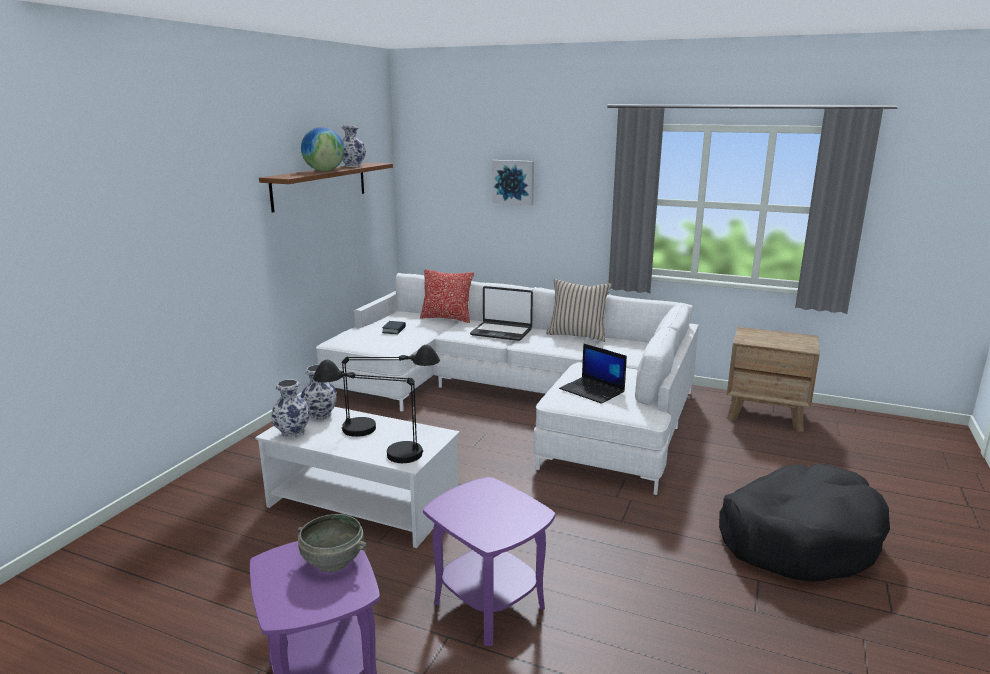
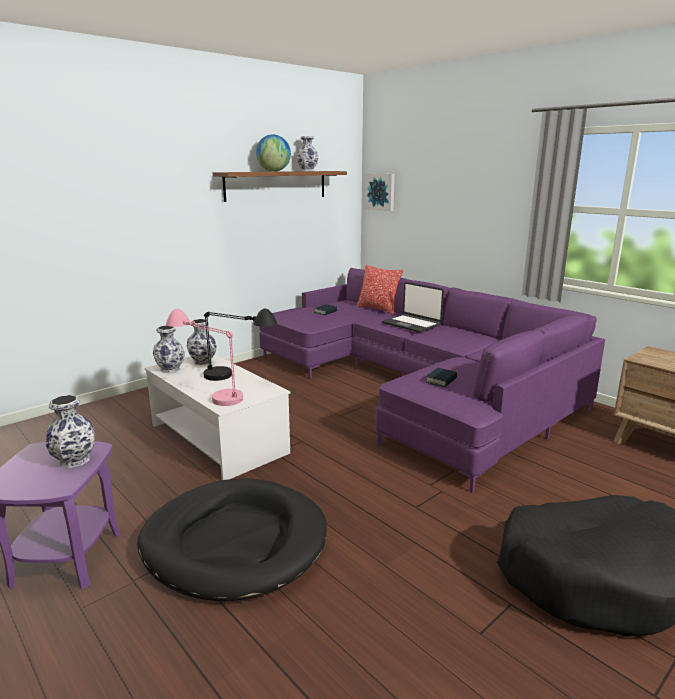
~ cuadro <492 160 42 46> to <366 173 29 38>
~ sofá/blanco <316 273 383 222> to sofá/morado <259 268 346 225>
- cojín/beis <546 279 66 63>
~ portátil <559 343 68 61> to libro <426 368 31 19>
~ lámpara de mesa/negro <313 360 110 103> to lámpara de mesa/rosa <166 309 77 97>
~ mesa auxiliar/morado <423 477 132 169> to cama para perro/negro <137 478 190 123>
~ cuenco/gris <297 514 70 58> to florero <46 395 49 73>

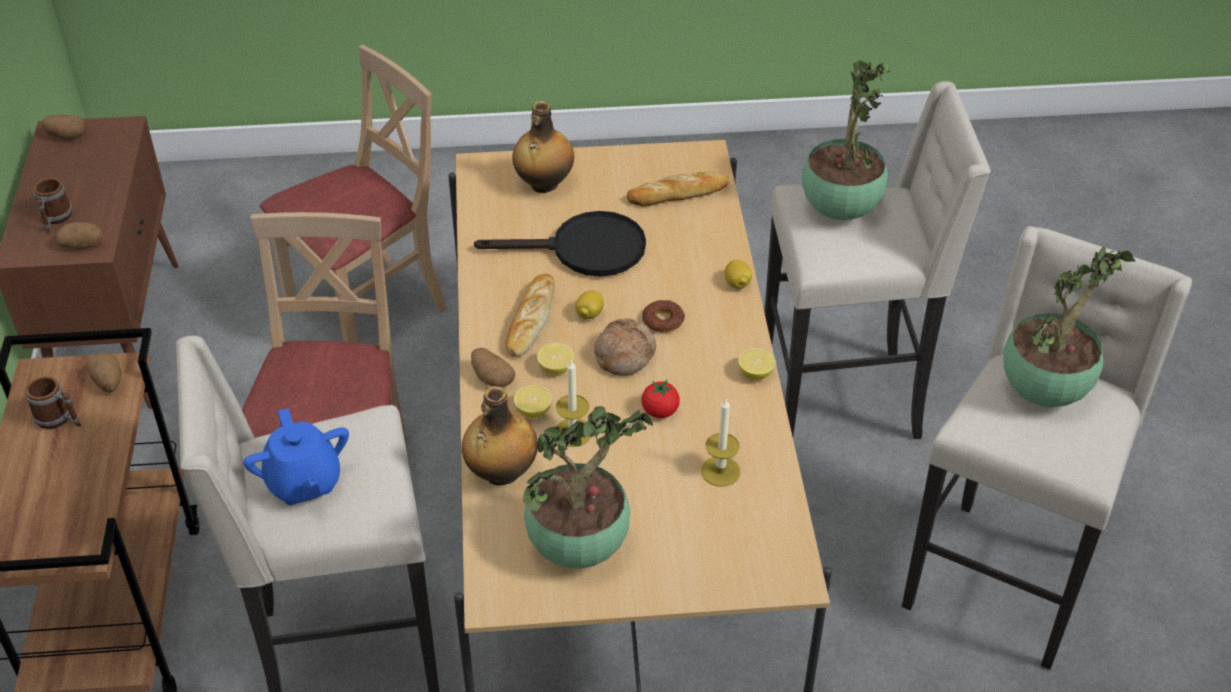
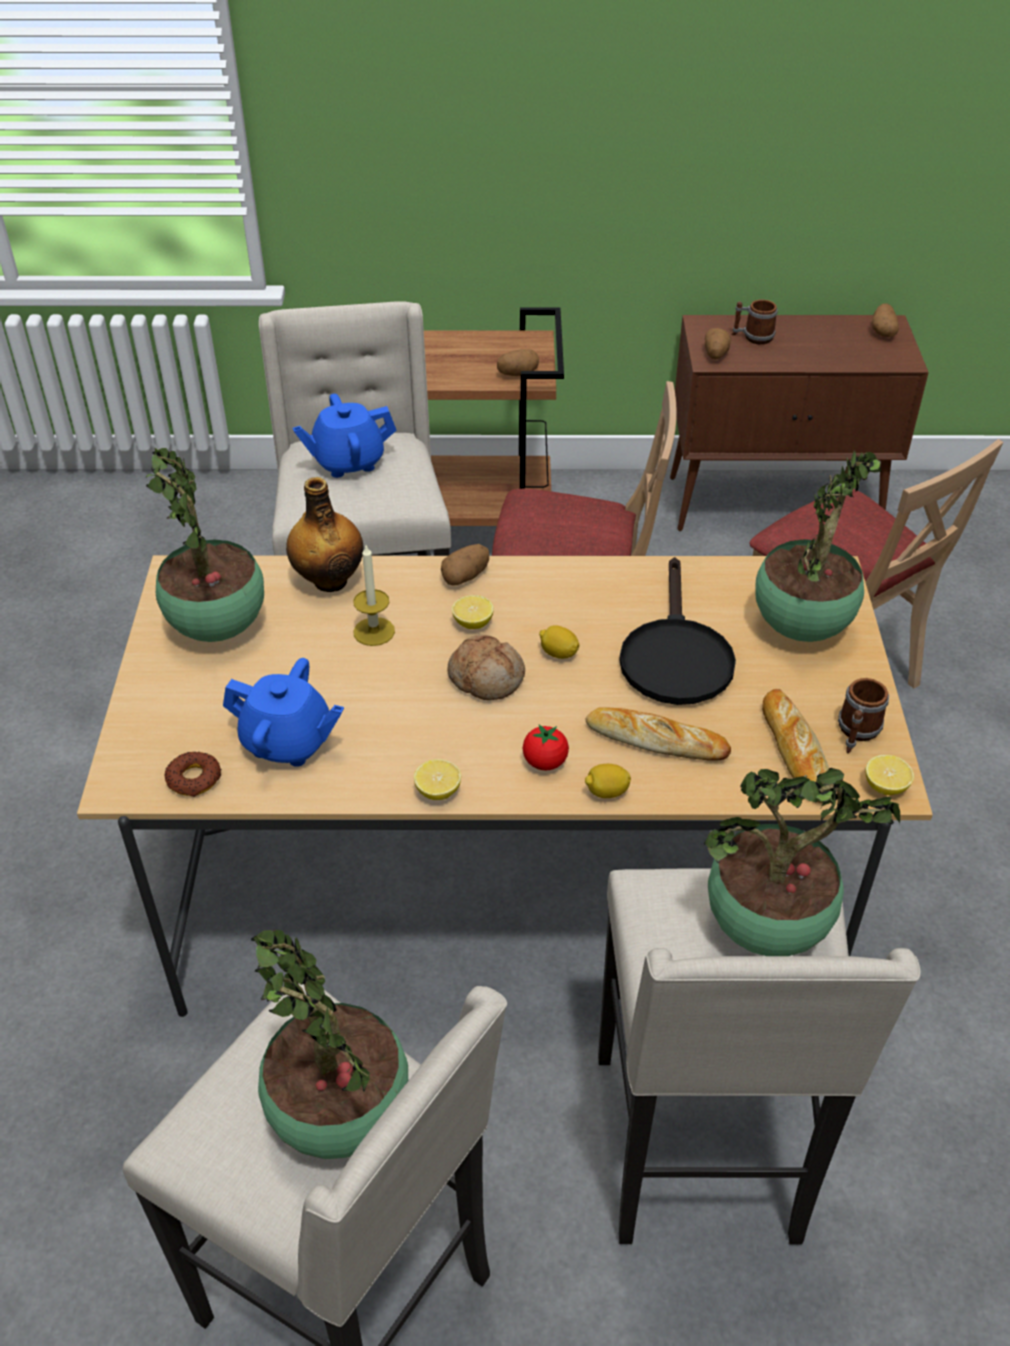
~ botella <512 101 62 92> to planta en maceta <755 450 126 192>
~ pan <505 274 49 83> to <585 708 146 53>
~ rosquilla <642 300 43 33> to <164 752 57 45>
~ taza grande <25 376 56 53> to <838 678 51 76>
~ tomate <641 380 39 38> to <522 724 47 47>
~ limón <514 385 38 33> to <866 755 48 40>
~ vela <701 399 39 87> to tetera/azul <223 658 121 109>

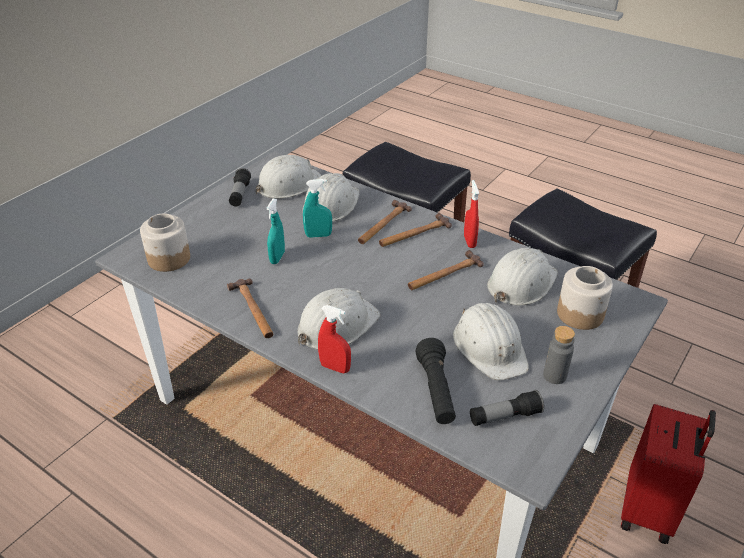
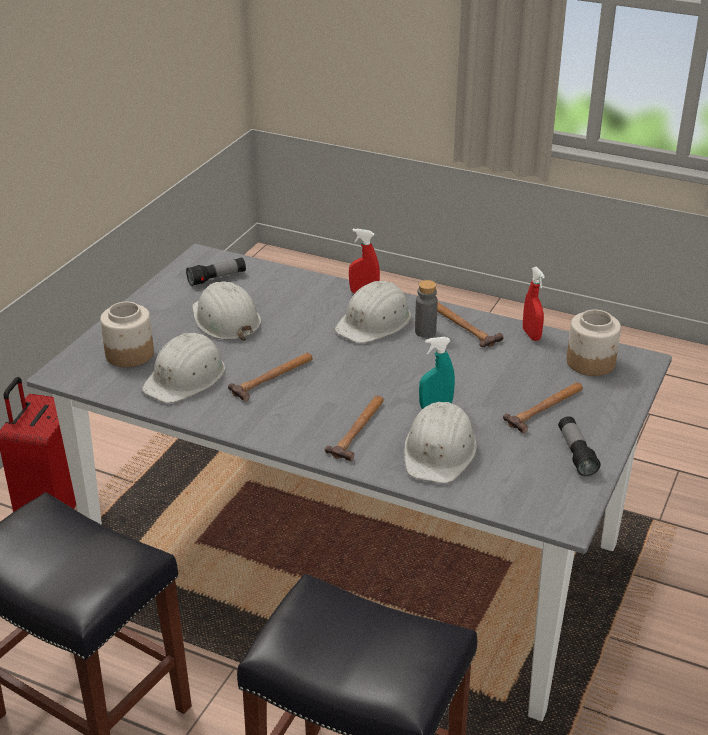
- casco/blanco <255 155 67 44>
~ pulverizador/rojo <464 180 15 68> to <523 267 22 74>
- pulverizador/turquesa <266 199 19 65>
~ martillo <379 213 73 34> to <503 382 80 51>
~ botella/gris <543 326 32 58> to <415 280 23 58>
- linterna/negro <415 338 41 86>

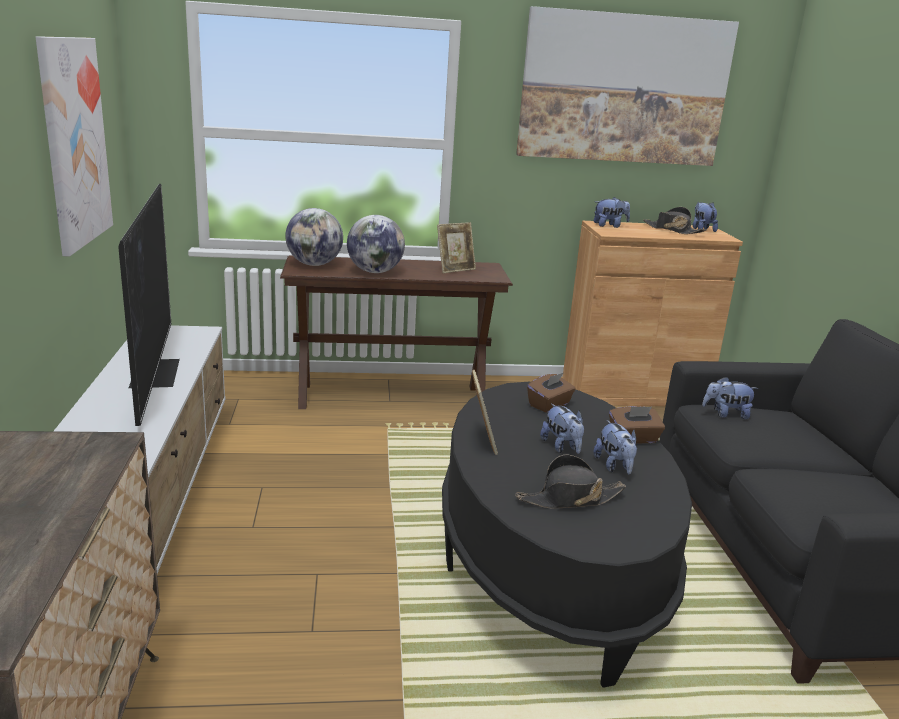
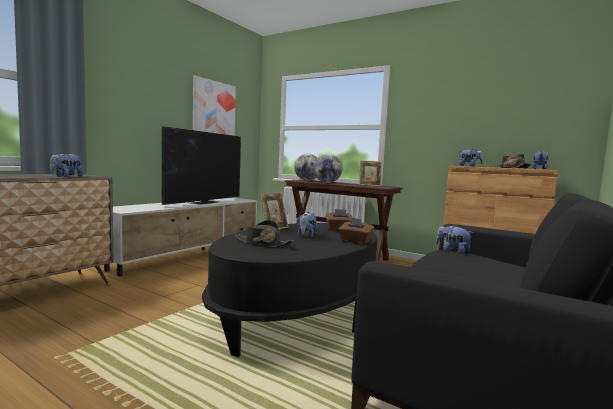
- cuadro <516 6 223 160>
~ peluche <593 420 44 54> to <50 153 33 24>

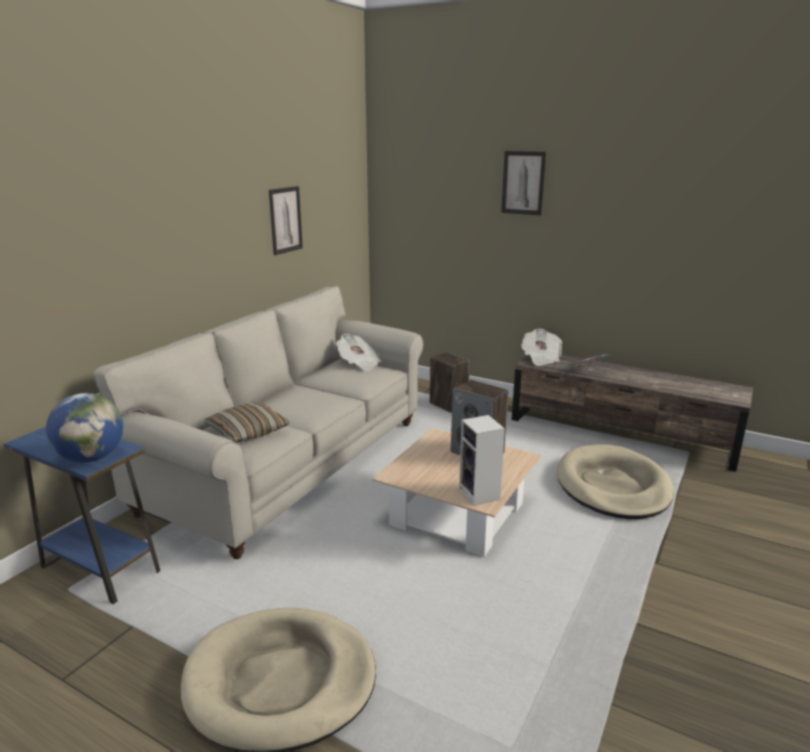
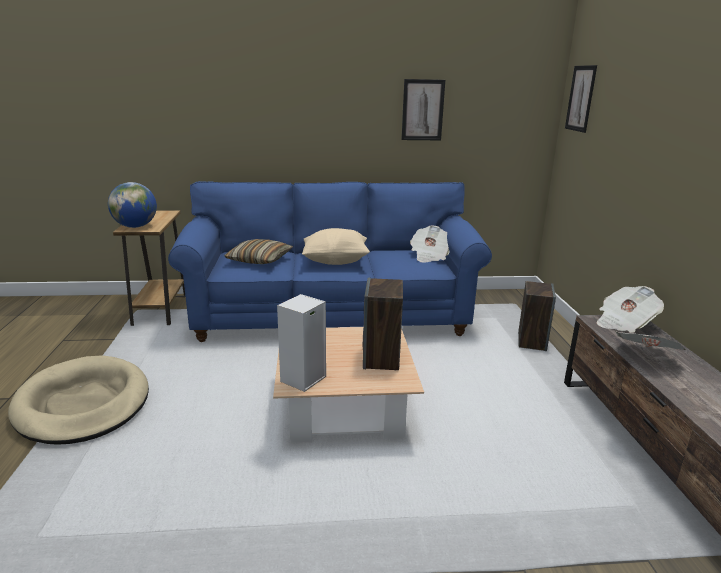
~ cuadro <501 151 45 64> to <565 65 32 68>
~ sofá/beis <93 286 330 273> to sofá/azul <168 181 324 161>
~ mesa auxiliar/azul <4 427 156 177> to mesa auxiliar/marrón <113 210 72 116>
- cama para perro/beis <557 444 117 75>
+ cojín/beis <302 228 68 37>

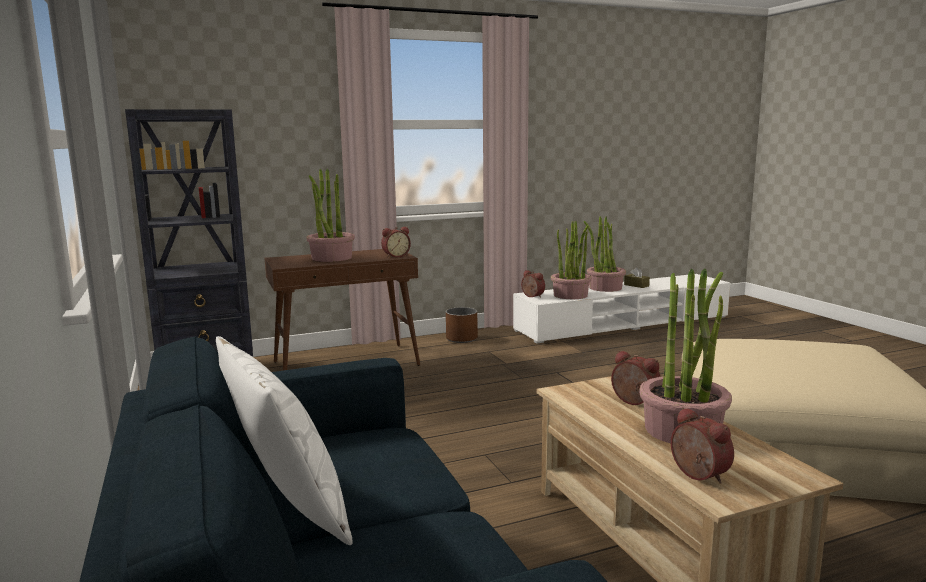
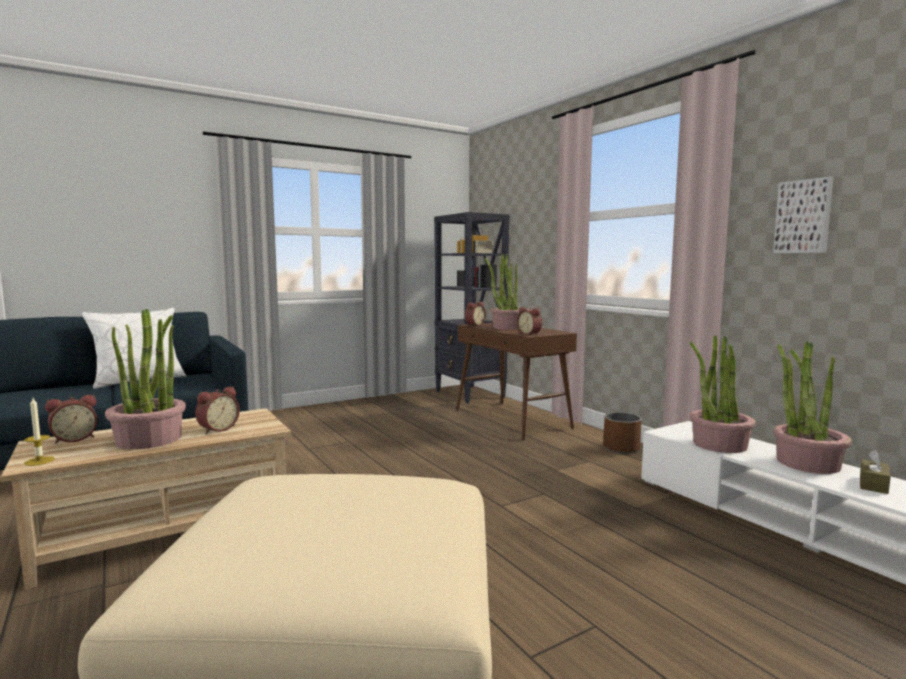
~ despertador <521 270 24 28> to <465 302 21 24>
+ cuadro <773 177 61 76>
+ vela <24 398 31 68>

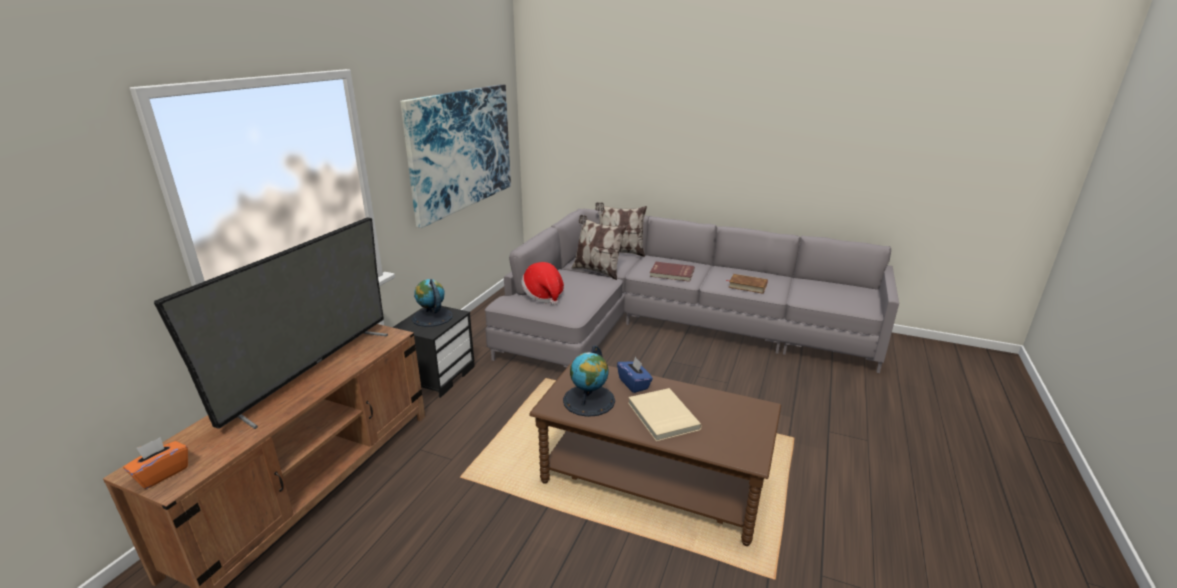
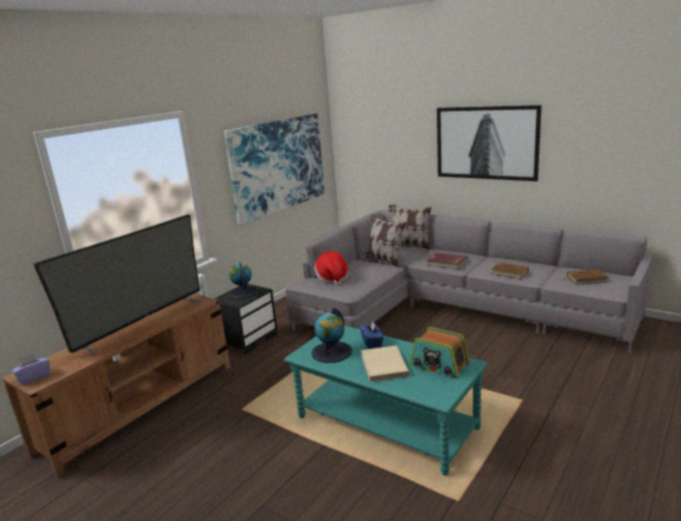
~ mesa de centro/marrón <529 360 252 186> to mesa de centro/turquesa <284 325 203 151>
~ caja de pañuelos/naranja <123 437 65 52> to caja de pañuelos/morado <12 353 38 32>
+ cuadro <437 105 104 76>
+ libro/marrón <564 269 44 16>
+ radio <410 327 60 51>

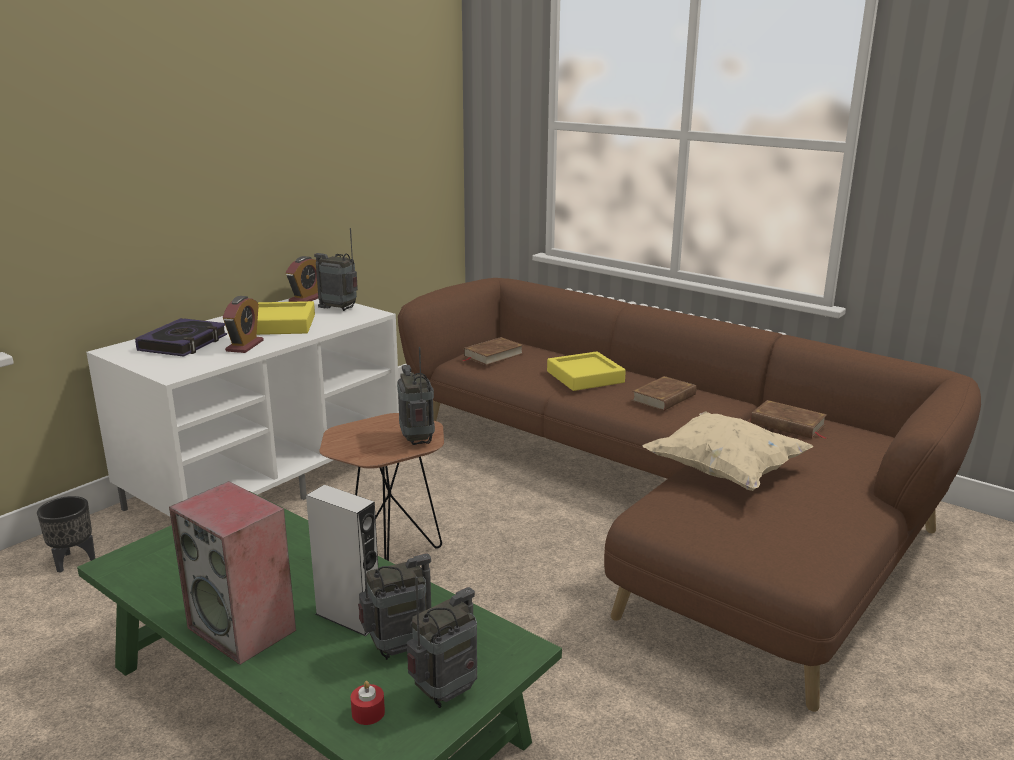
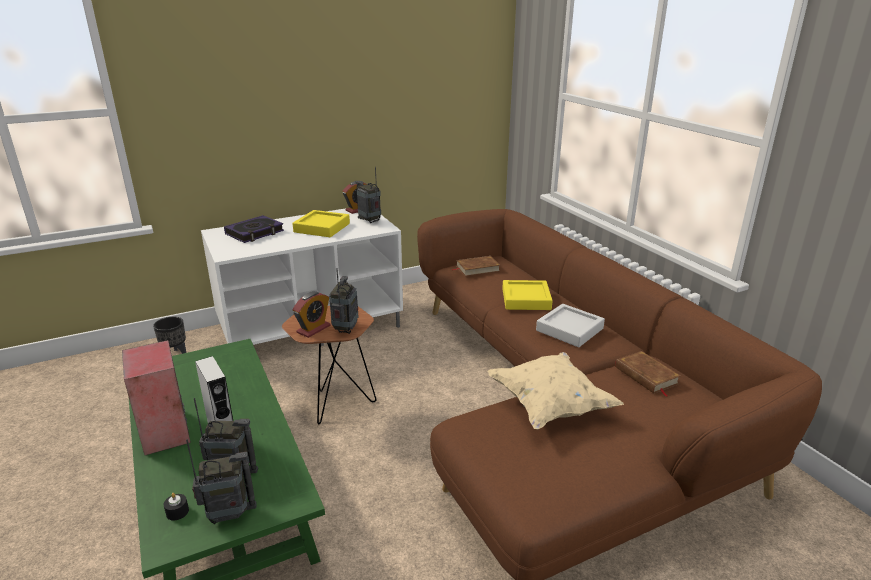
~ despertador <223 296 41 57> to <292 291 39 47>
~ libro/marrón <632 376 65 35> to bandeja/gris <536 304 69 43>
~ vela/rojo <351 681 34 44> to vela/negro <164 493 25 28>

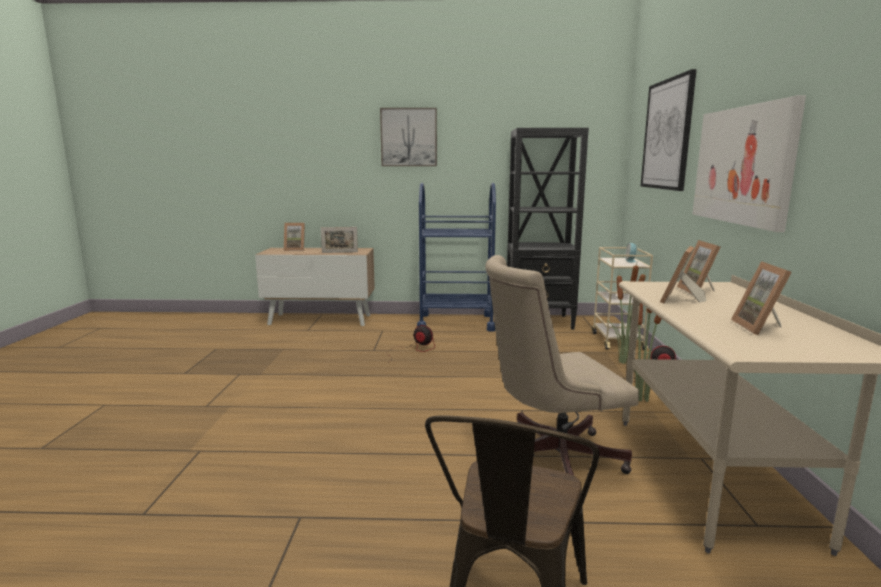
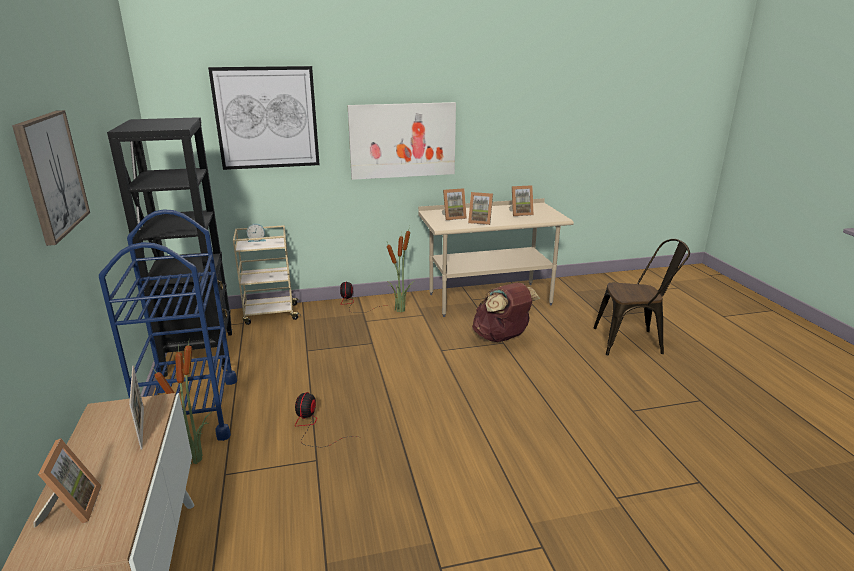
~ silla de oficina/beis <485 255 154 221> to mochila/marrón <472 282 68 60>
~ planta en maceta <606 264 40 100> to <151 343 61 121>

